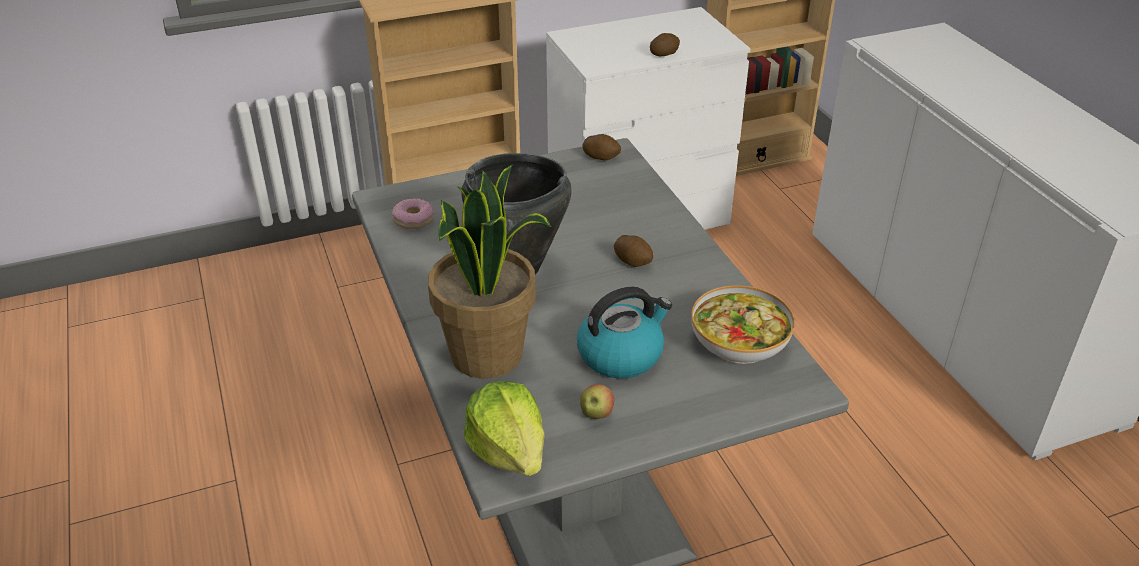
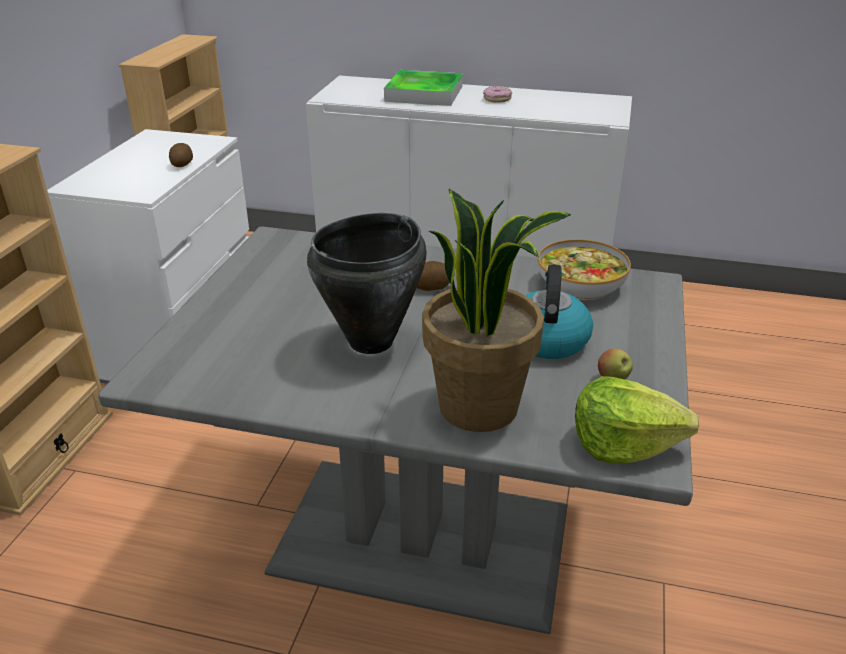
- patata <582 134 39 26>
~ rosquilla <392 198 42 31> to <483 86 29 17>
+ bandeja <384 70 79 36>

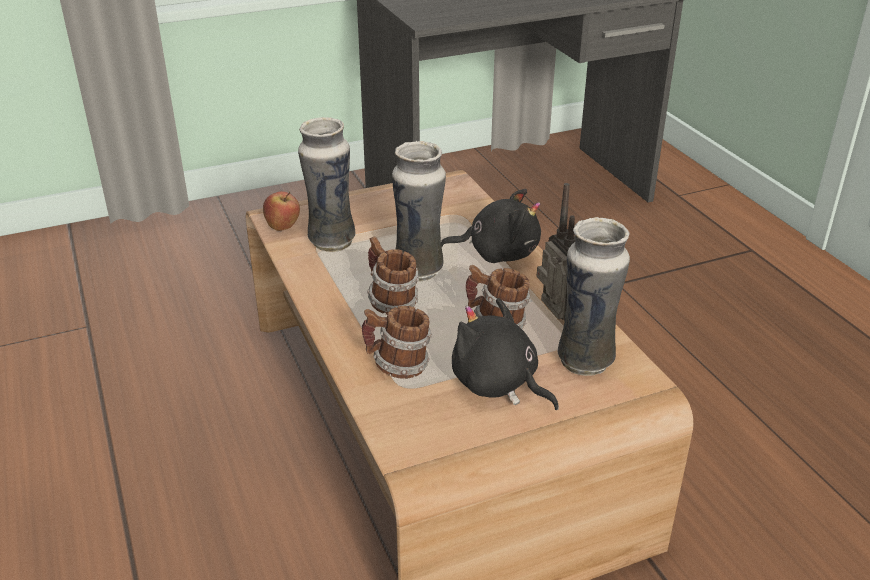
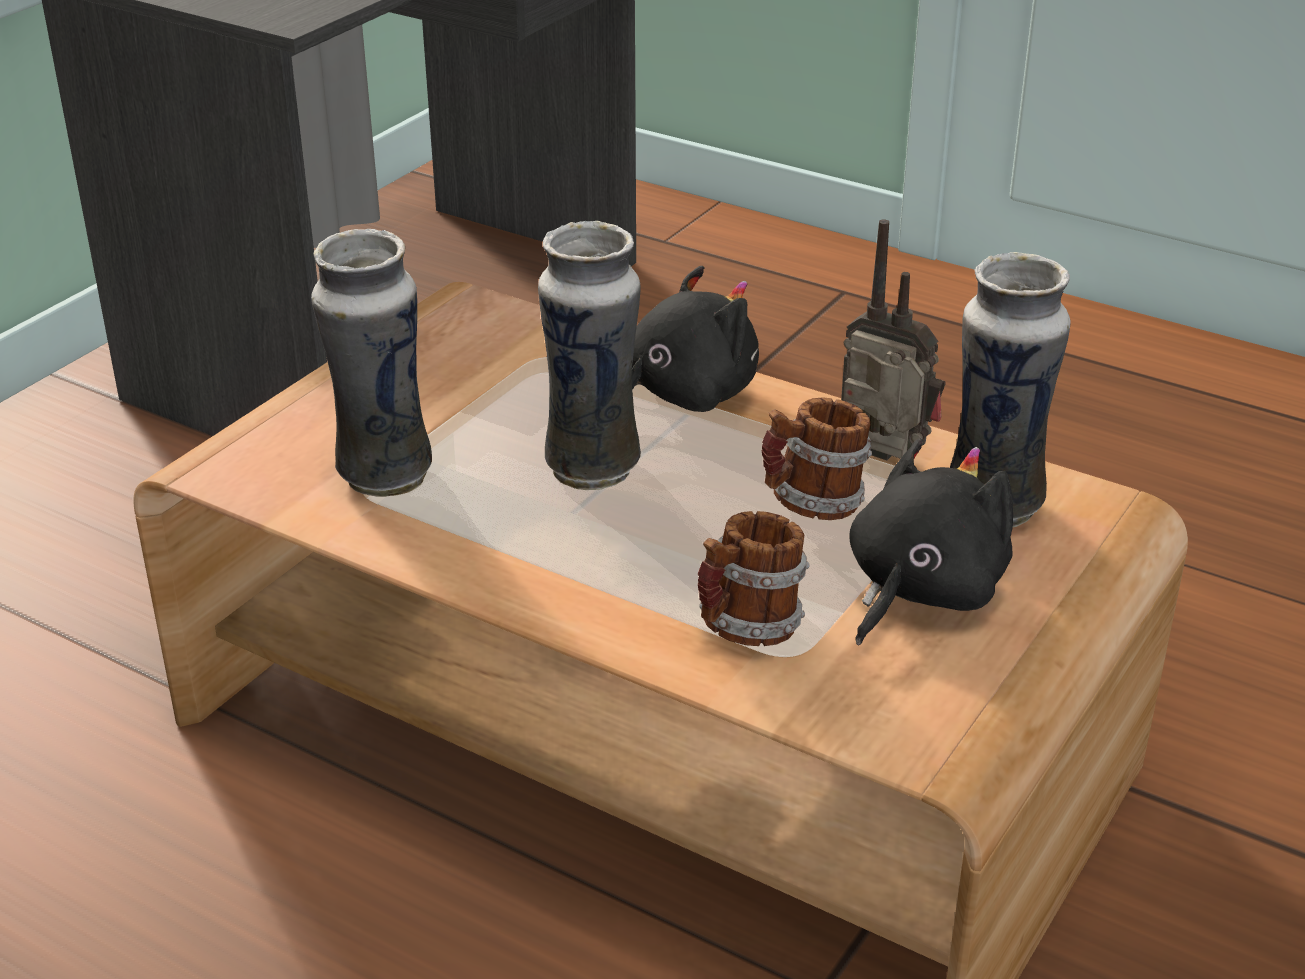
- manzana <263 191 37 40>
- taza grande <367 236 52 79>
~ peluche/negro <452 298 107 112> = <850 438 163 208> 120 degrees clockwise

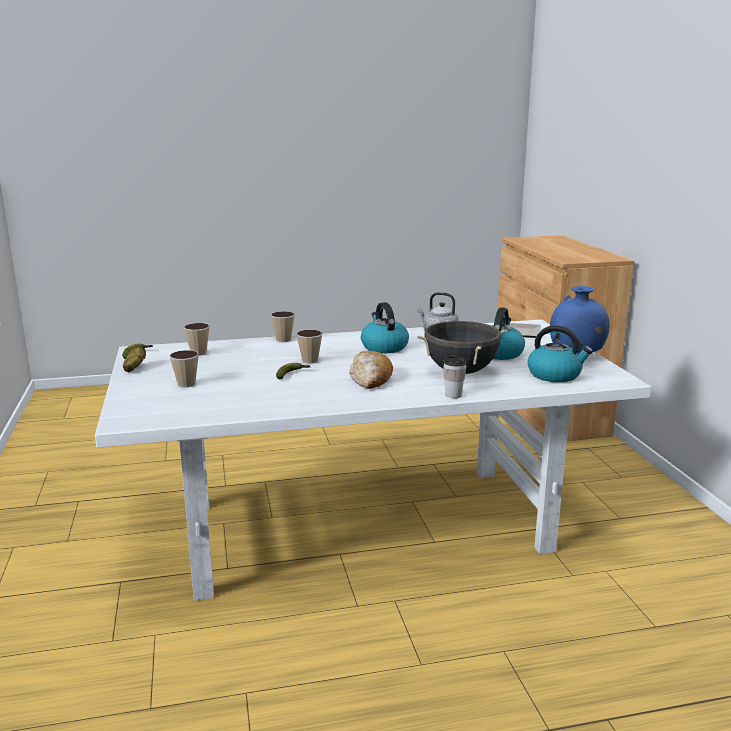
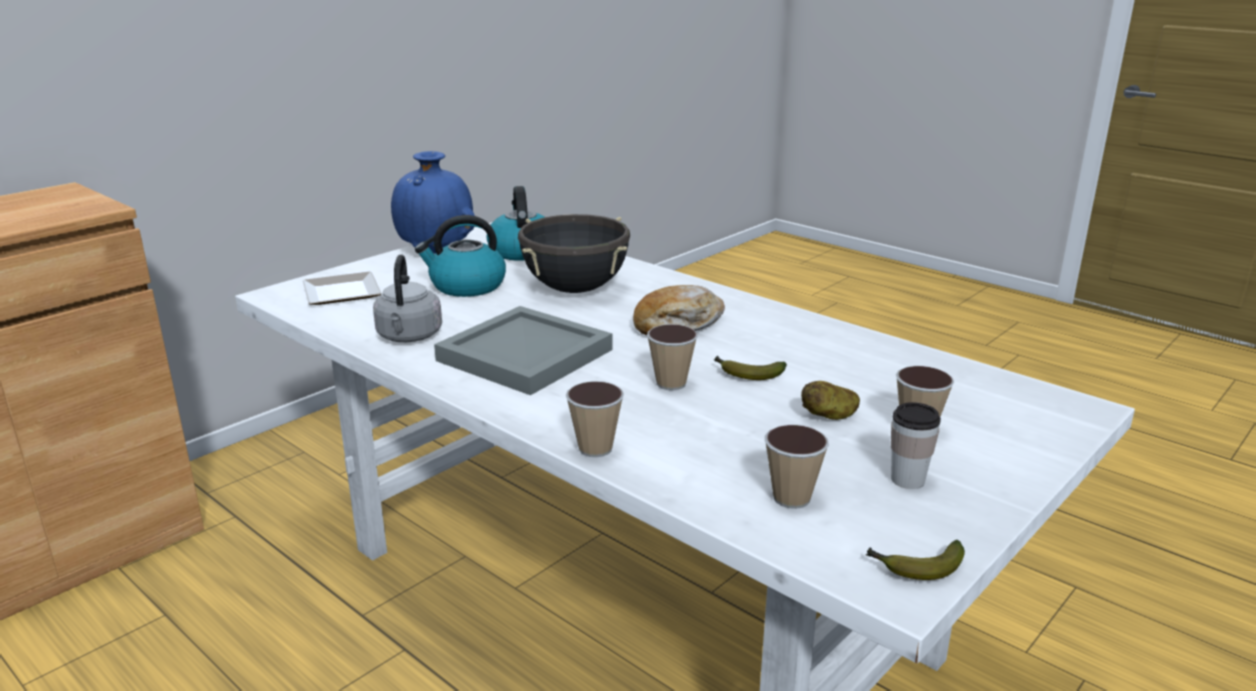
~ hervidor <361 302 48 51> to bandeja/gris <434 306 178 89>
~ patata <123 347 23 25> to <801 381 59 39>
~ taza <443 356 24 42> to <891 402 50 87>

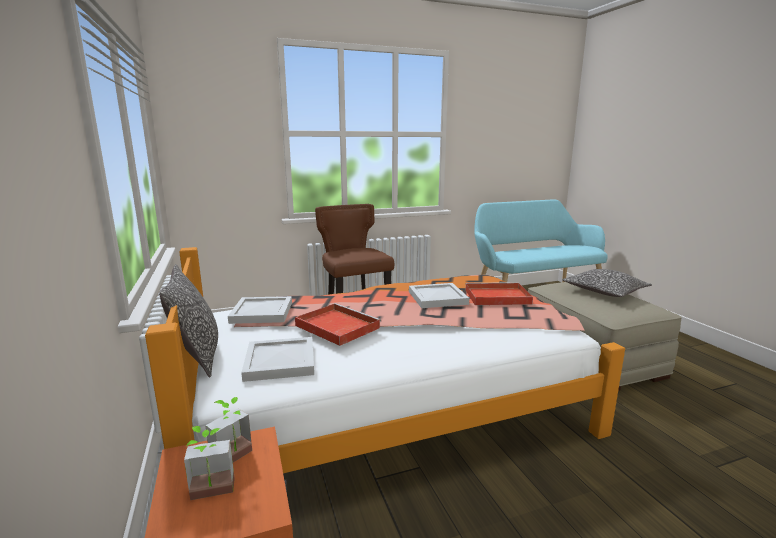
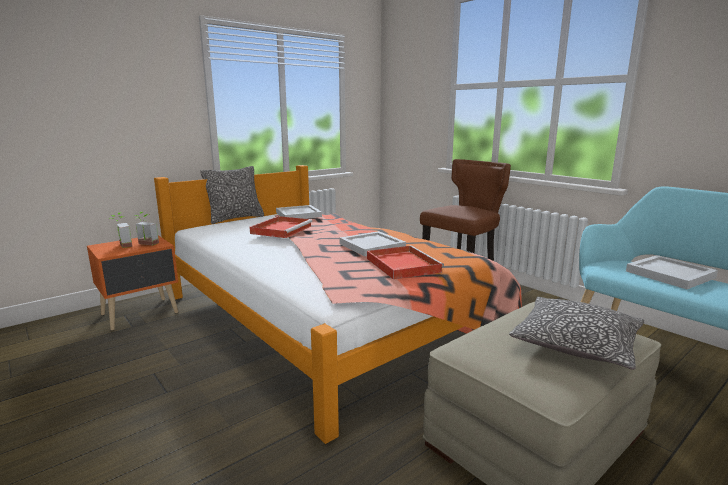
~ bandeja/blanco <241 337 73 45> to <626 255 92 34>

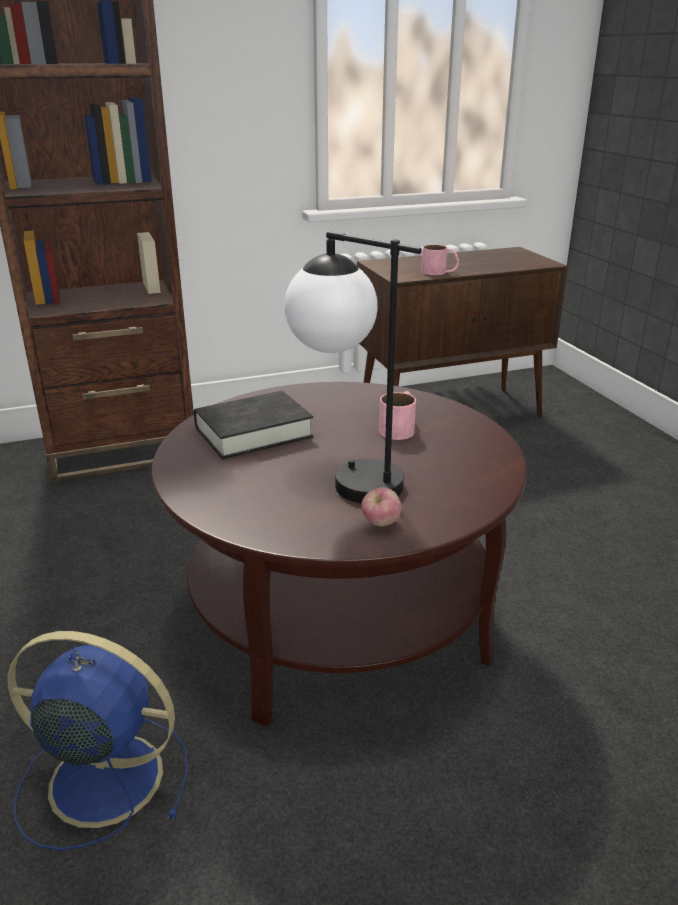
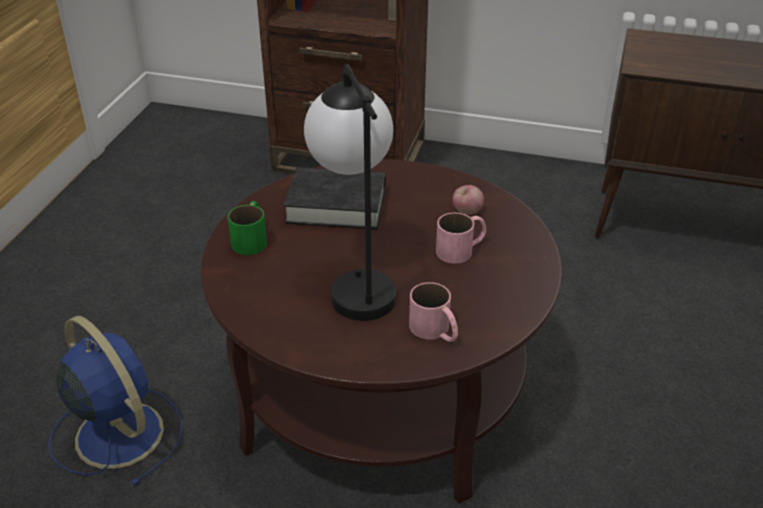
~ taza grande/rosa <421 245 38 30> to <409 282 49 60>
~ manzana <361 488 41 39> to <452 185 32 30>
+ taza grande/verde <228 201 39 54>

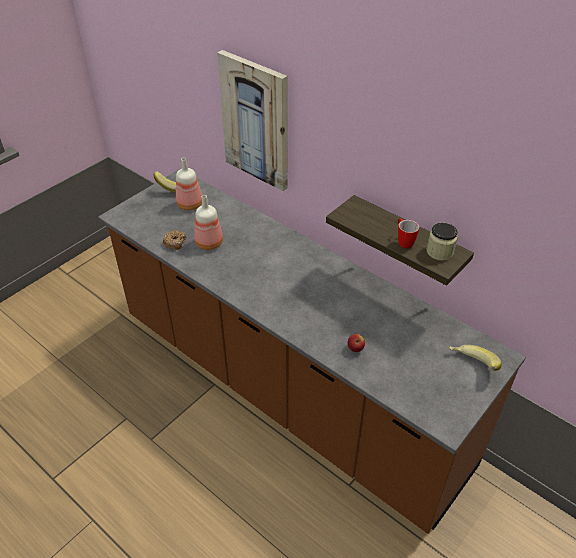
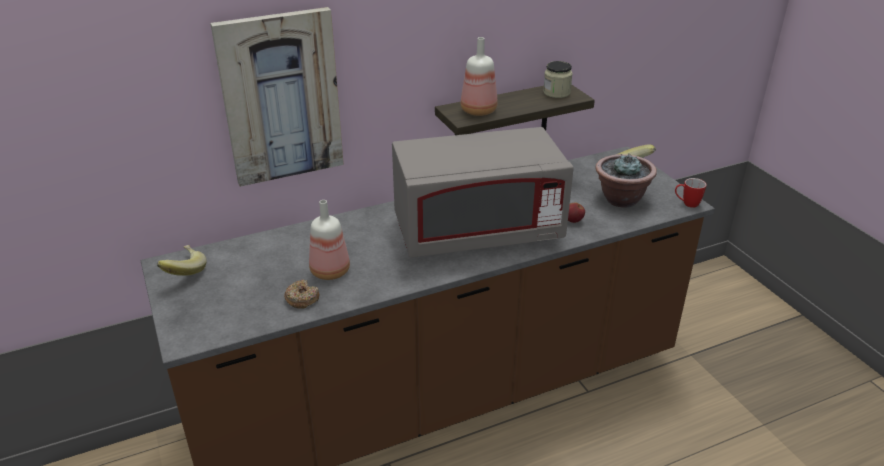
~ botella <176 158 26 52> to <461 37 37 79>
~ taza grande <397 218 22 31> to <675 178 32 30>
+ microondas/gris <392 127 182 131>
+ planta en maceta <595 153 62 55>

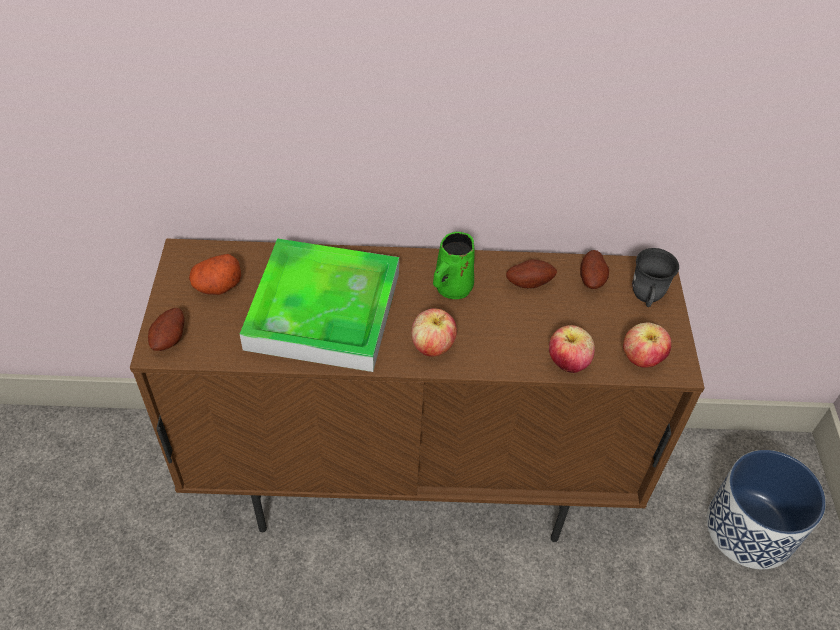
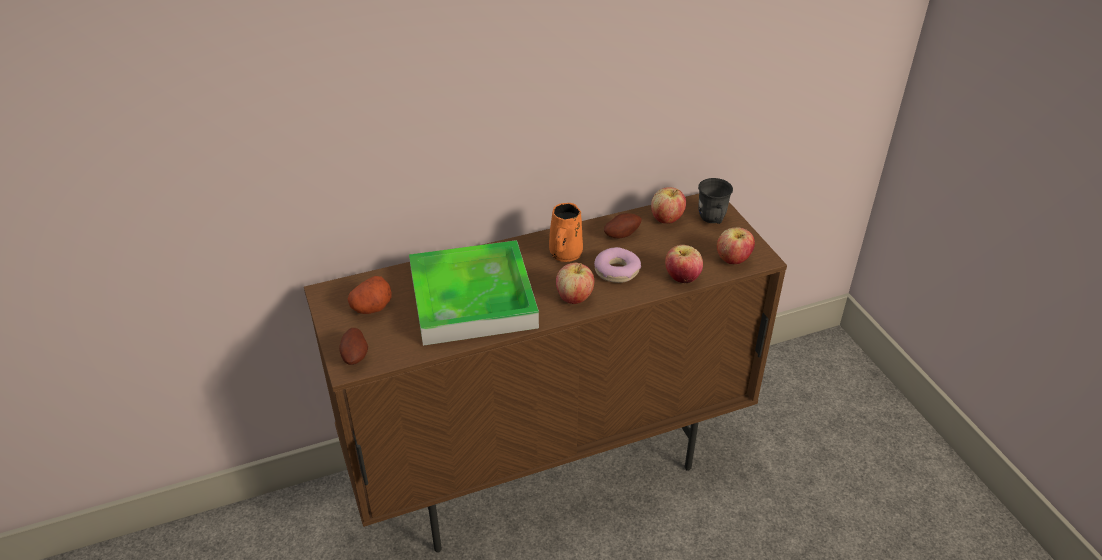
~ taza grande/verde <433 232 42 67> to taza grande/naranja <549 203 34 59>
~ patata <580 250 29 39> to manzana <651 187 35 37>
- maceta <706 450 120 119>
+ rosquilla <594 247 47 36>

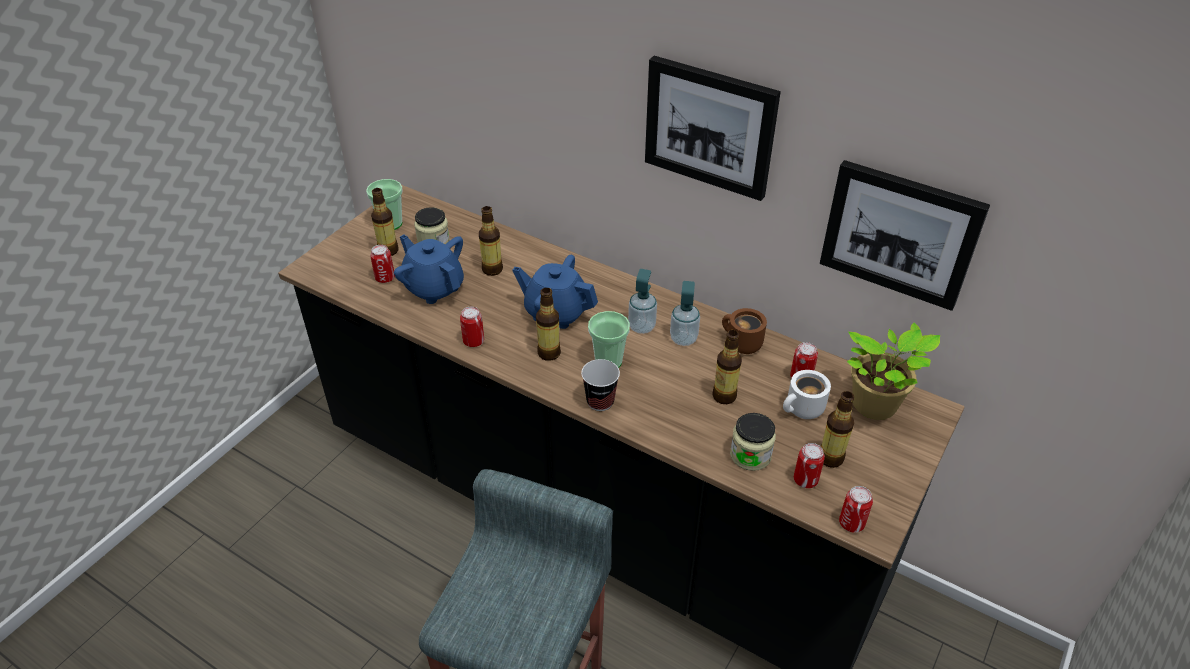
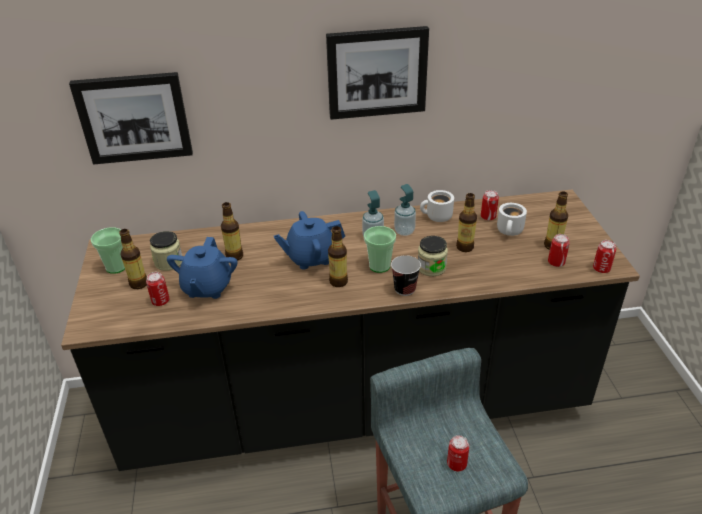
~ cuadro <820 160 170 151> to <69 72 124 93>
~ tetera/azul <394 234 70 70> = <167 237 71 62> 90 degrees counterclockwise
~ lata <460 306 24 41> to <447 435 22 36>
~ taza grande/marrón <722 308 45 46> to taza grande/blanco <420 190 34 32>
- planta en maceta <847 323 93 97>
~ tarro <730 413 46 58> to <418 236 30 40>

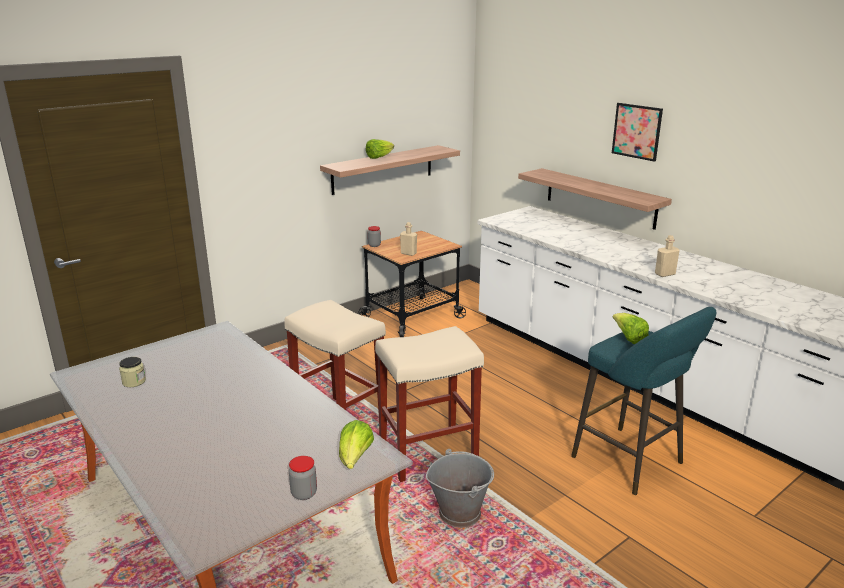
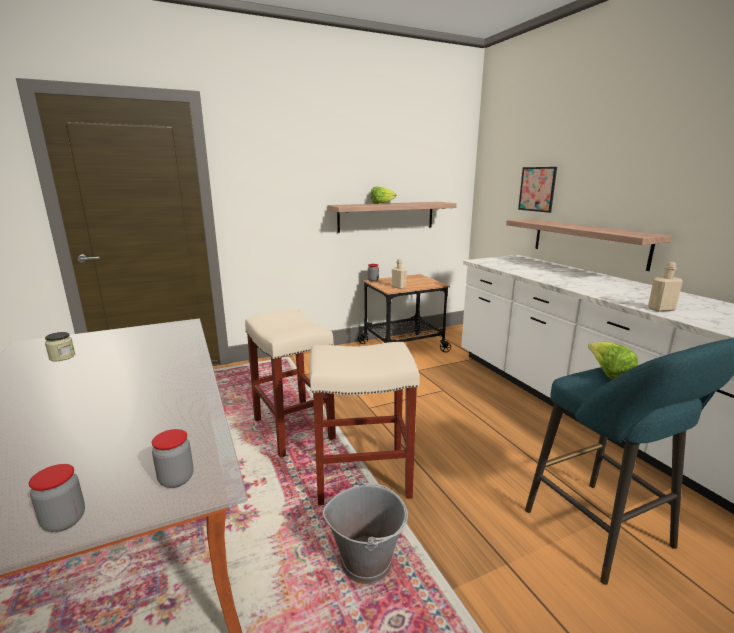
~ cuadro <612 103 51 59> to <518 167 39 46>
~ lechuga <339 420 35 49> to tarro <152 429 41 59>

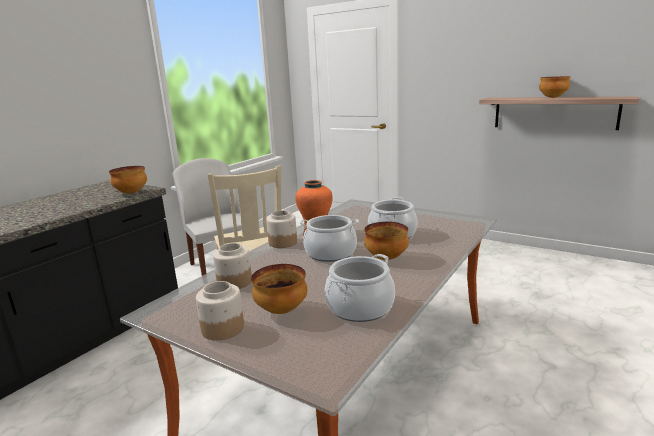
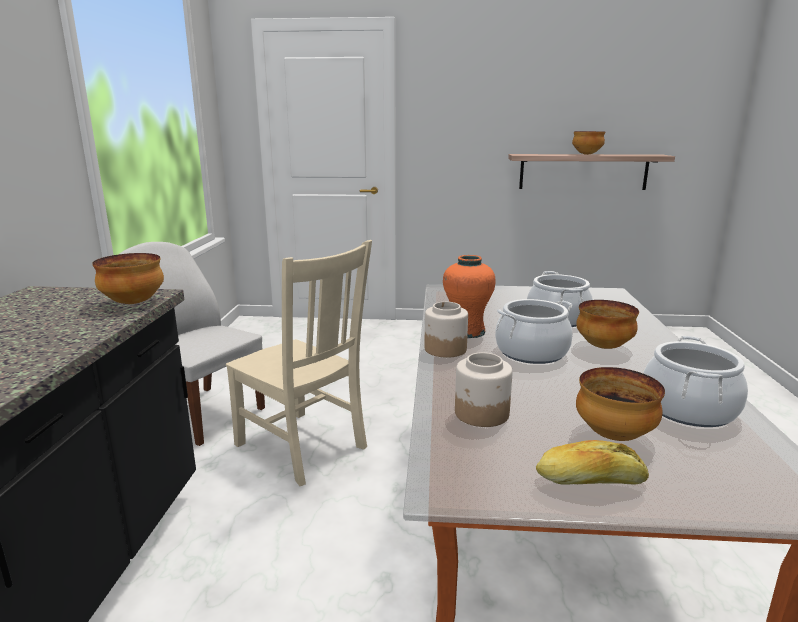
~ tarro <196 281 48 59> to pan <536 440 113 45>

